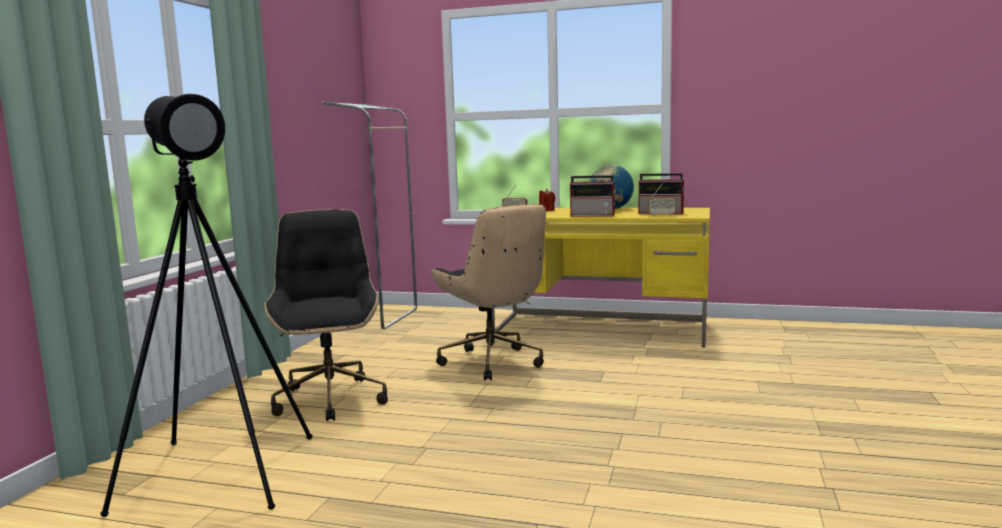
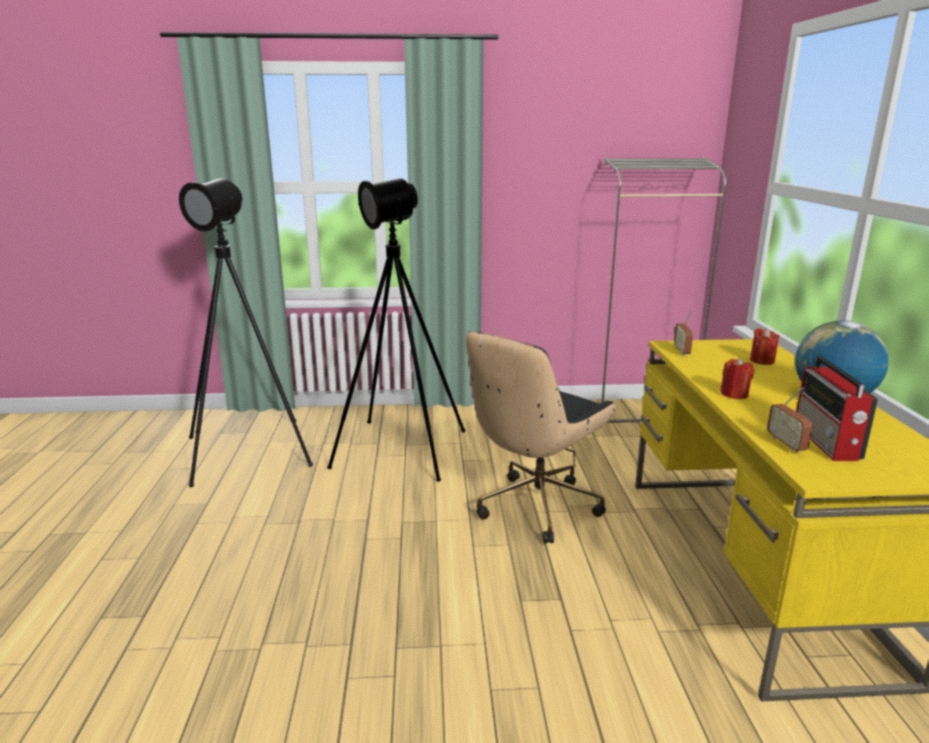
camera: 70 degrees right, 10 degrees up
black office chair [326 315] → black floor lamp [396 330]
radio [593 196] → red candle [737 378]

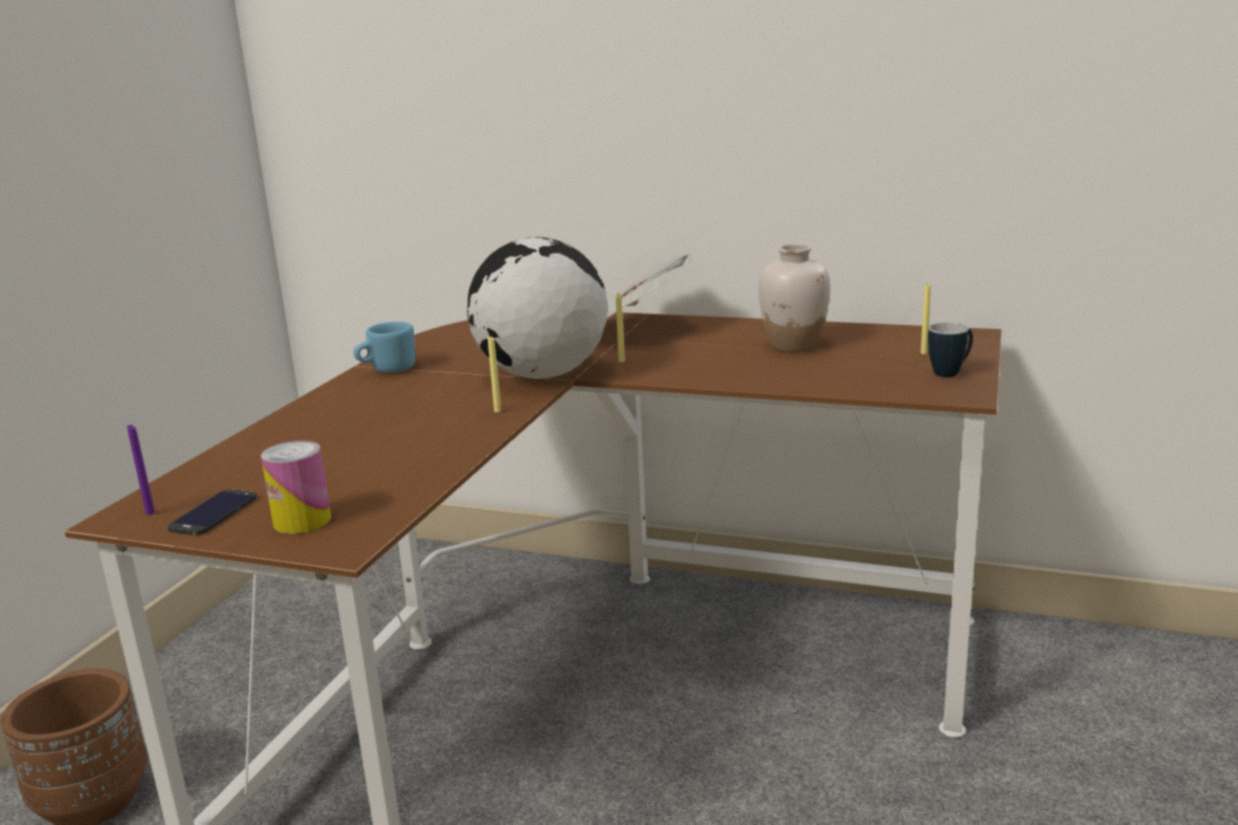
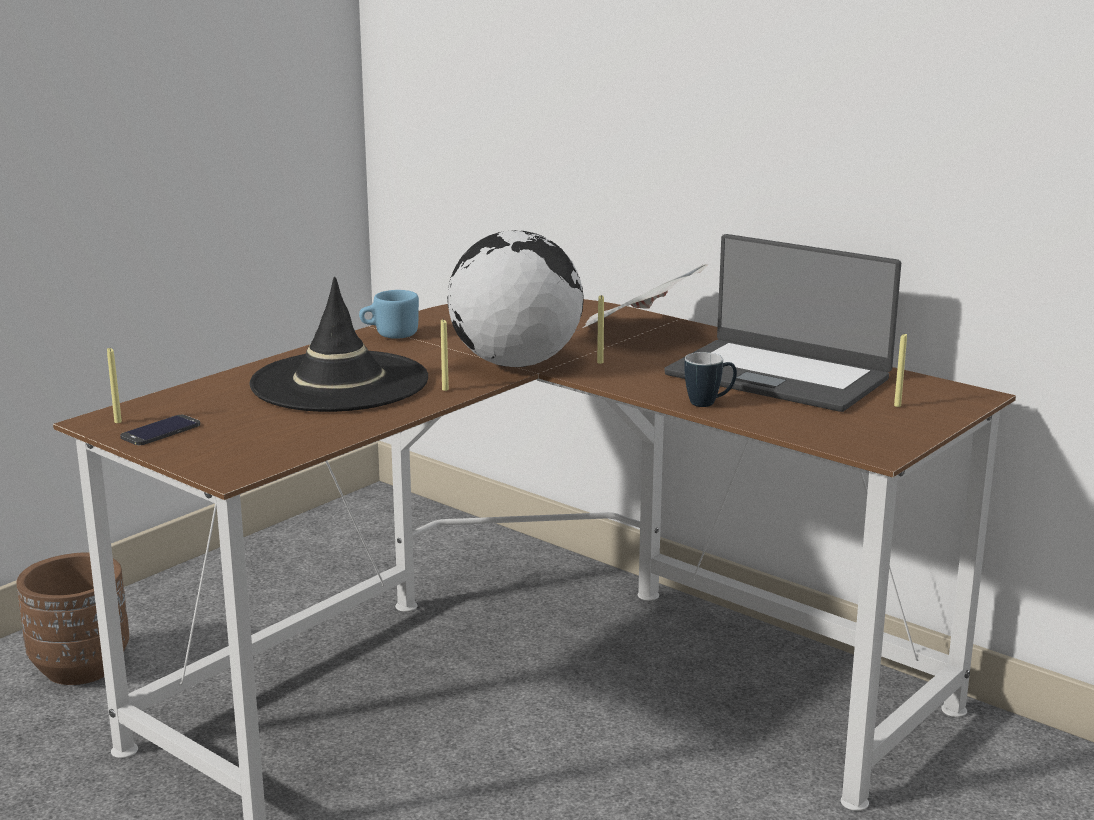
camera: 20 degrees right, 0 degrees up
can [296 487] → -
- → black hat [338 344]
mug [950 349] → mug [710 379], relocated
white vase [794 298] → laptop [783 323]
purple candle [141 470] → yellow candle [114 385]

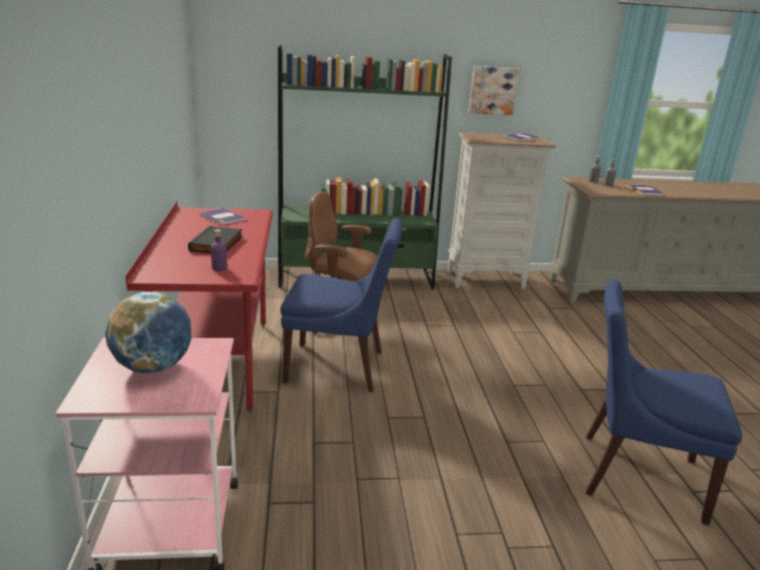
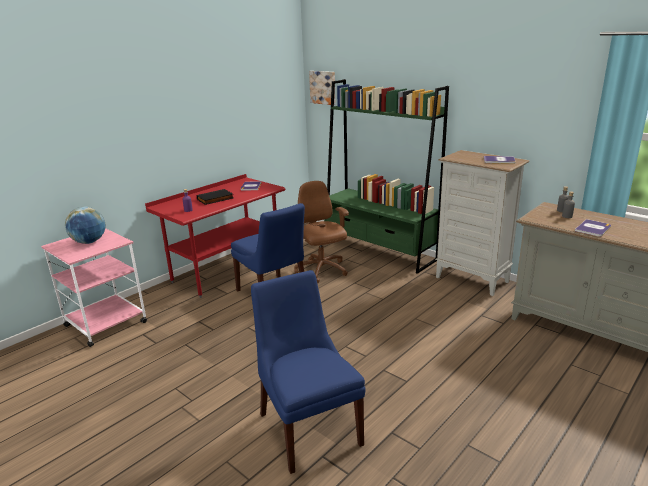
camera: 50 degrees right, 0 degrees up
picture [494 90] → picture [322 88], relocated

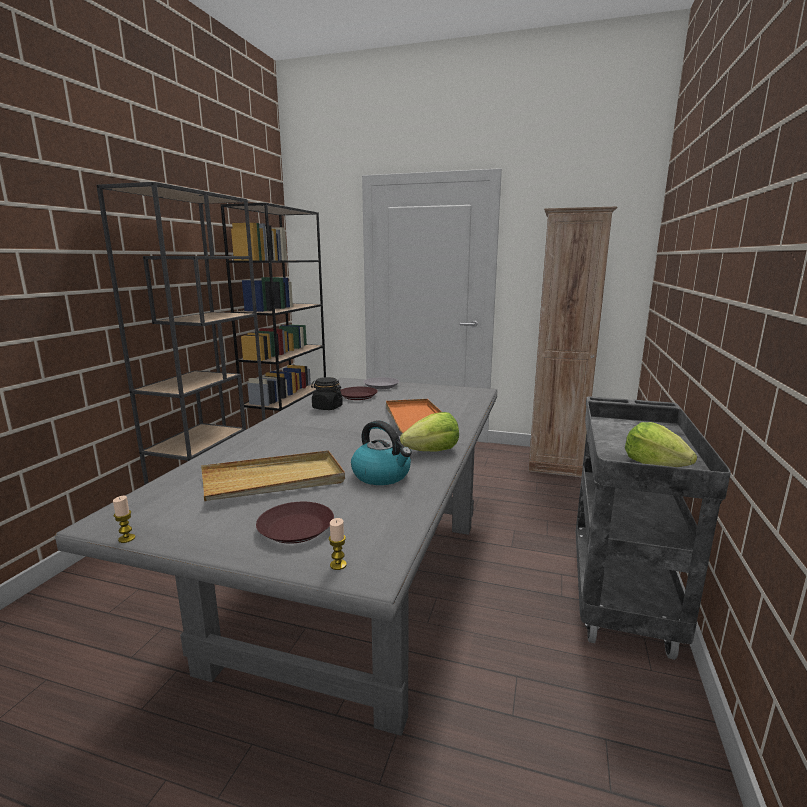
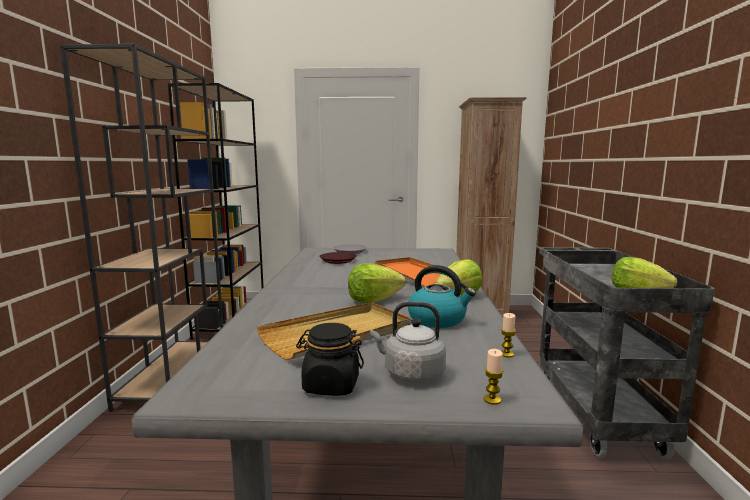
camera: 15 degrees left, 5 degrees down
- → lettuce [376 283]
candle [124 519] → candle [508 335], relocated
black jar [327 393] → black jar [330 359], relocated
brown plate [295 523] → grey kettle [408 342]

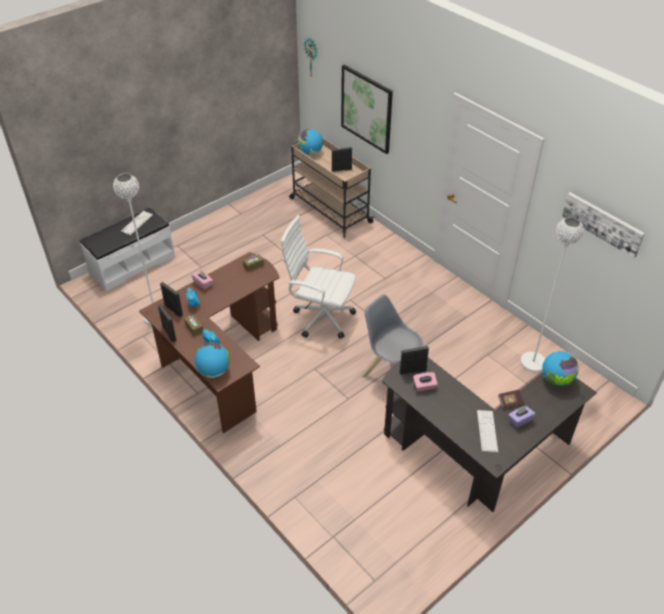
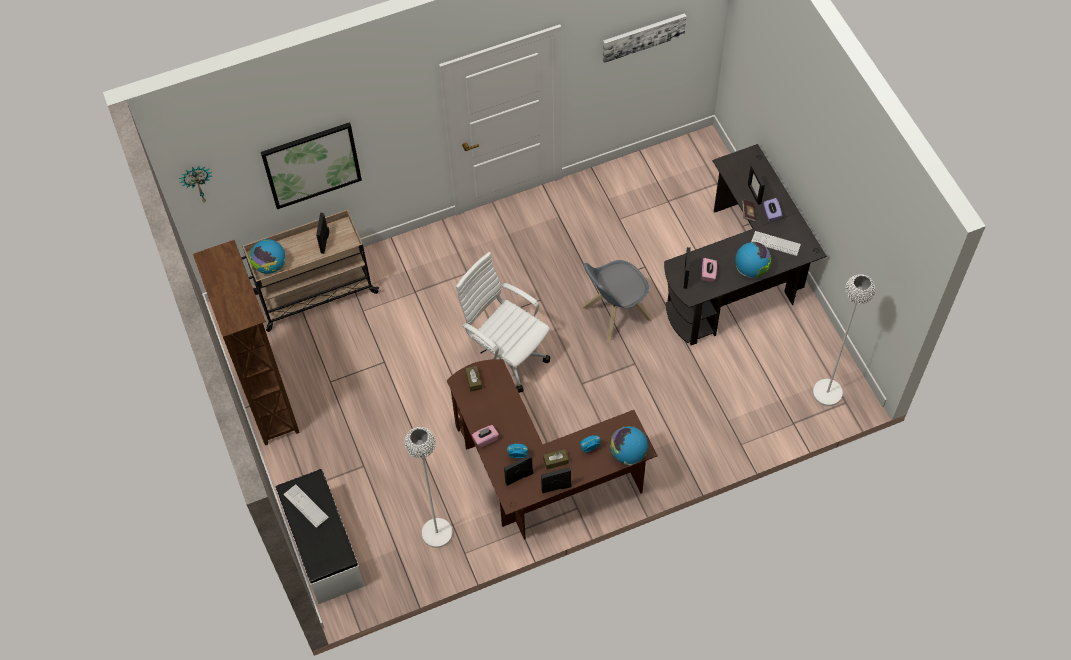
camera: 70 degrees left, 15 degrees up
- → brown bookcase [246 342]
- → picture frame [756 185]
white floor lamp [552 294] → white floor lamp [844 340], relocated
globe [560 368] → globe [753 260], relocated
white office chair [318 277] → white office chair [503 322], 90 degrees clockwise

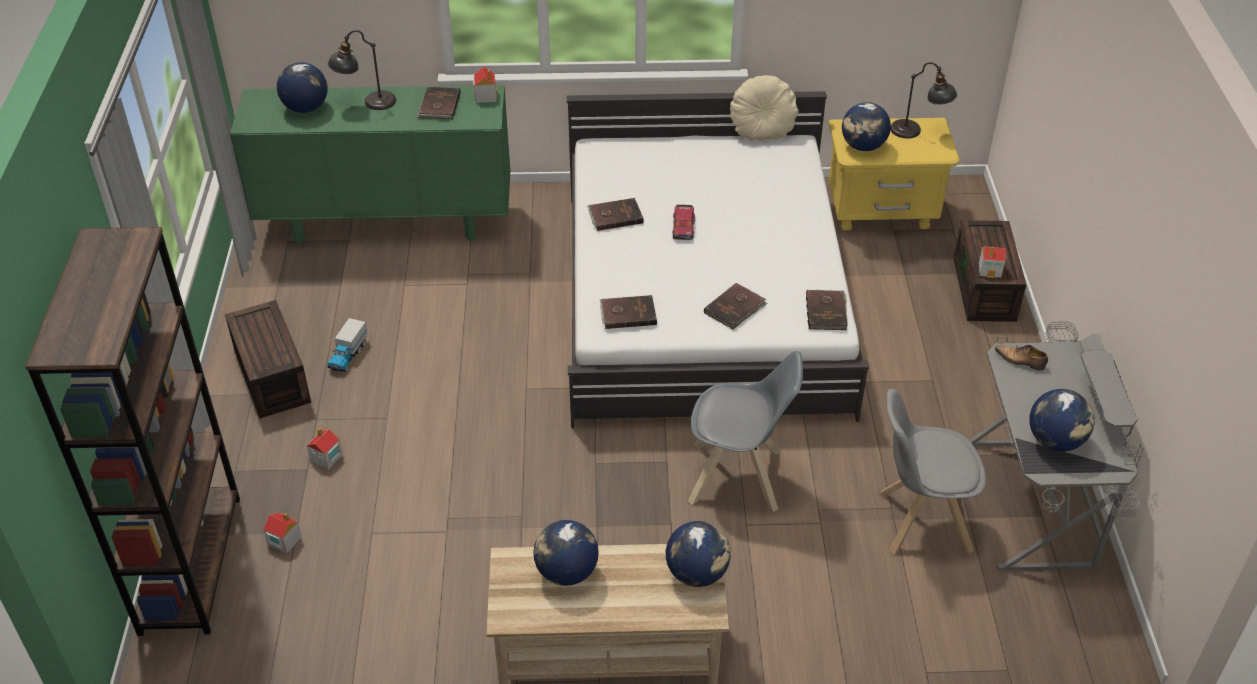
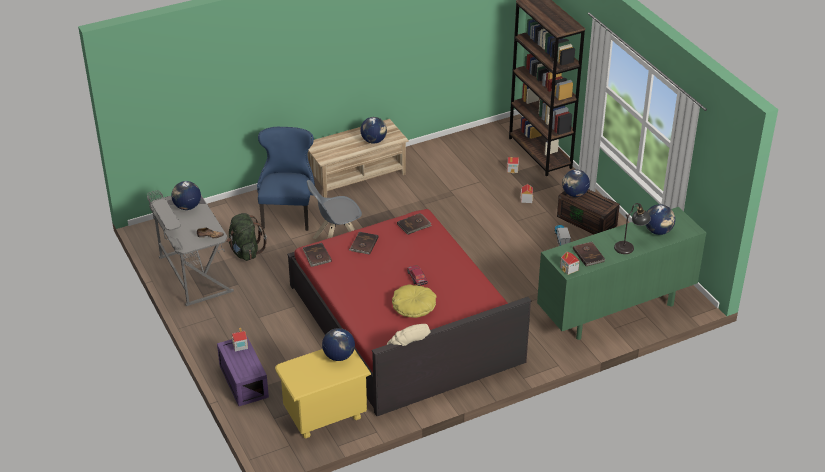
camera: 155 degrees right, 5 degrees down
brown book [615 214] → -
grey table lamp [924 100] → -
- → blue chair [286 179]
- → yellow pillow [414 301]
globe [698 554] → globe [576 183], relocated
grey chair [932 472] → green backpack [247 237]
white bed [718 259] → red bed [409 312]
brown storage box [989 271] → purple storage box [243 370]

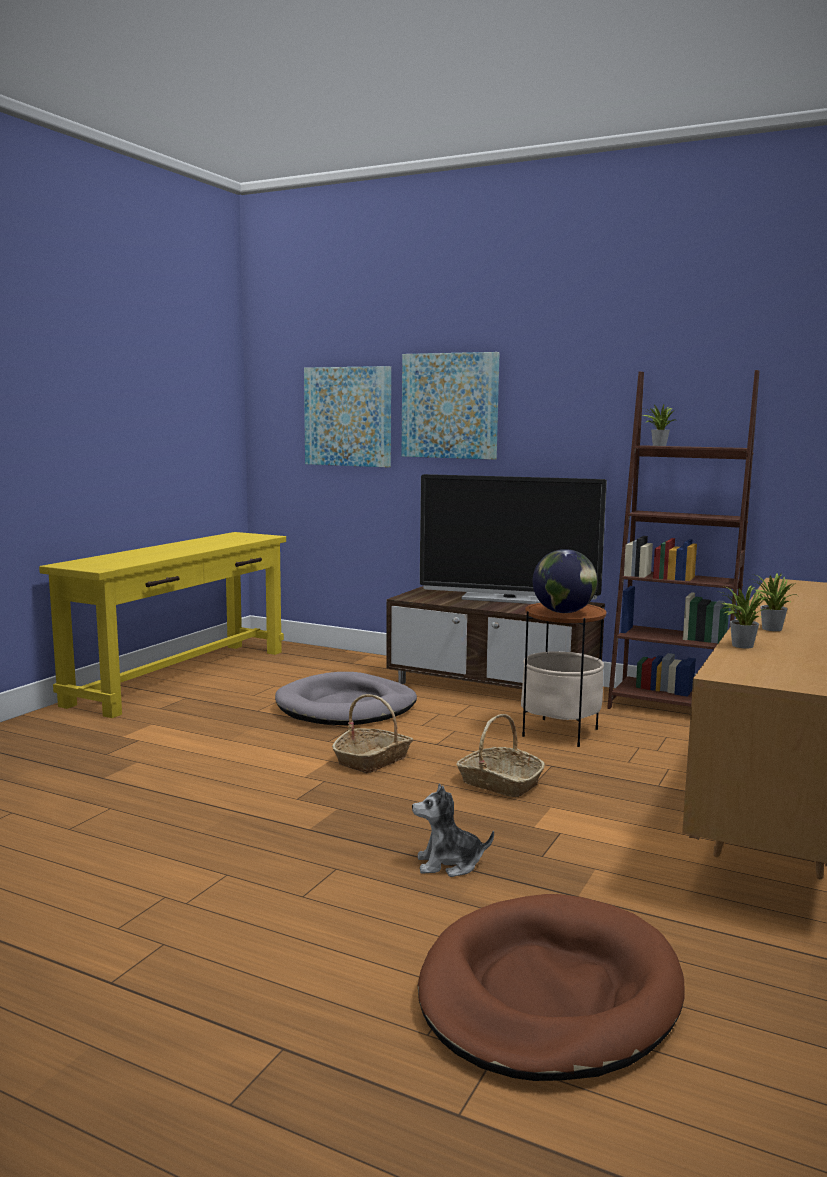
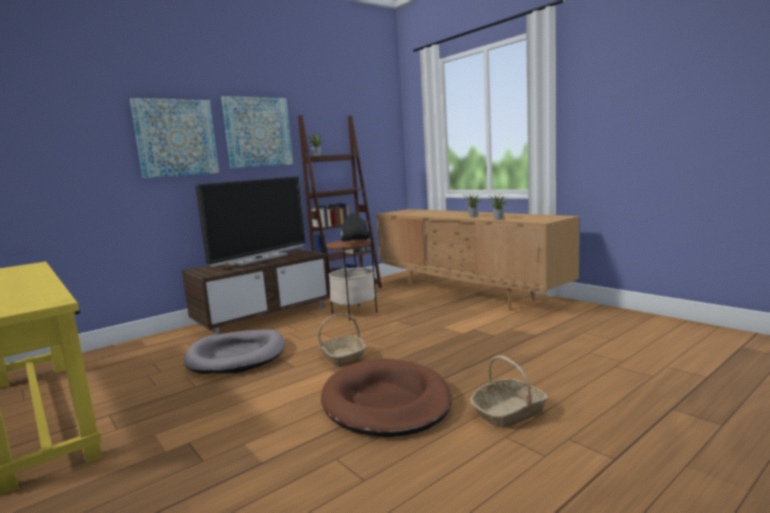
camera: 65 degrees left, 0 degrees up
plush toy [453 830] → -
picture [347 416] → picture [257 132], relocated
brown dog bed [551 987] → brown dog bed [386 397], relocated
basket [500 755] → basket [508 391], relocated
globe [565 581] → black hat [355 227]

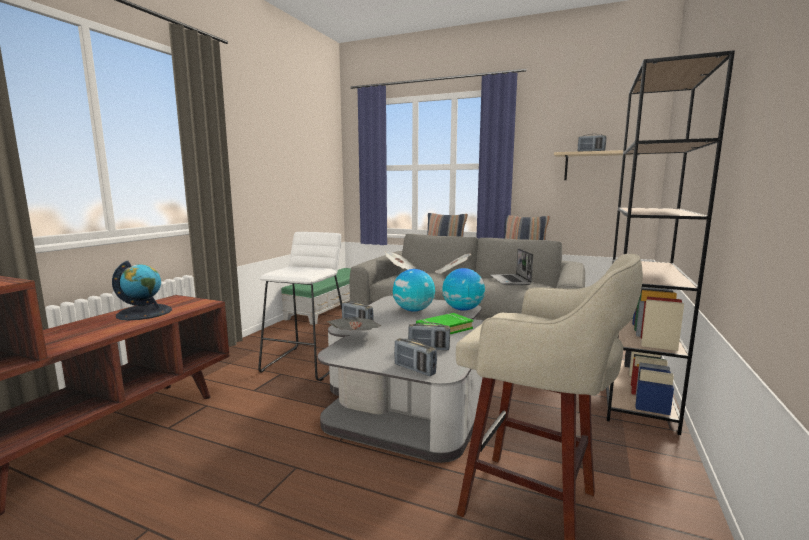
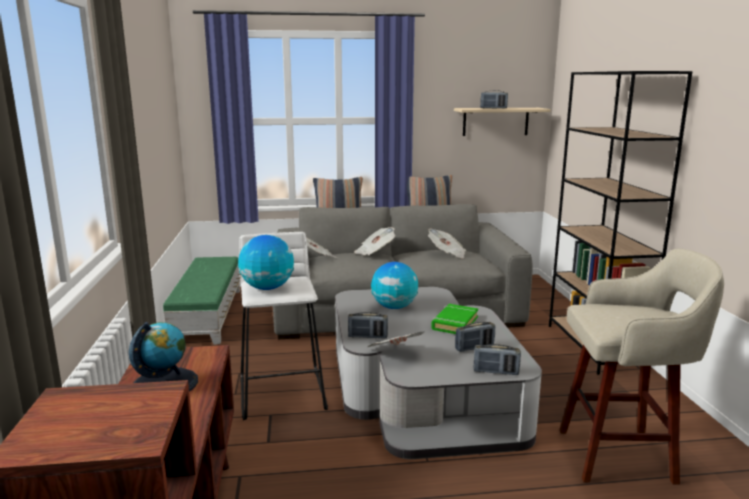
camera: 30 degrees left, 5 degrees up
globe [463 289] → globe [266 262], relocated
laptop [511 266] → newspaper [447 244]

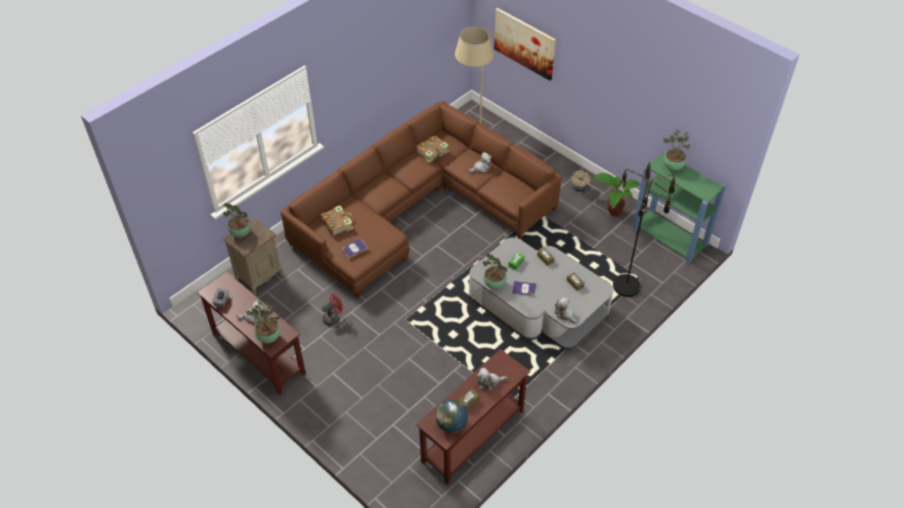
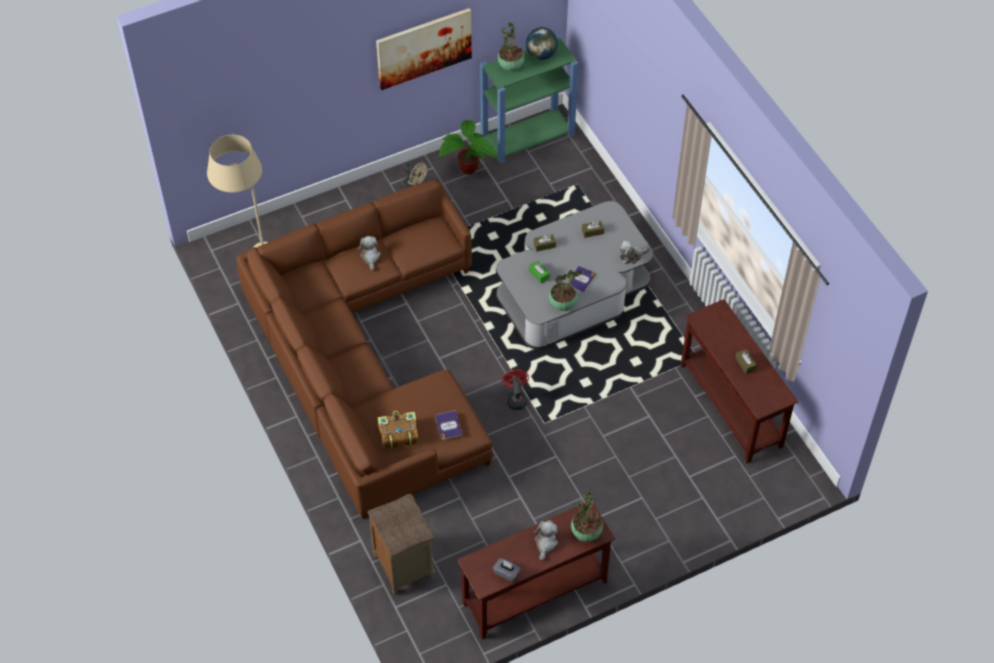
camera: 70 degrees left, 5 degrees up
potted plant [236 220] → -
book [432 149] → -
plush toy [491 379] → -
floor lamp [644 229] → -
red fan [332 310] → red fan [515 389], relocated
globe [451 416] → globe [542 43], relocated
picture [525 44] → picture [424 49], relocated

